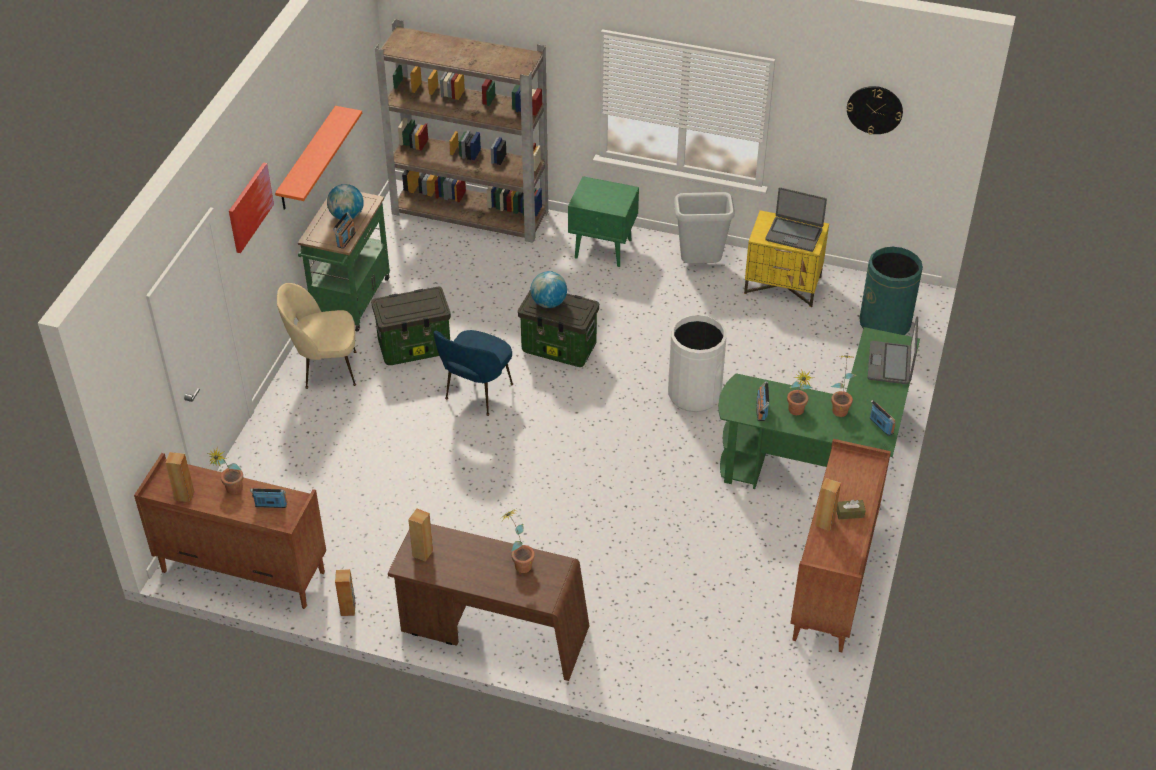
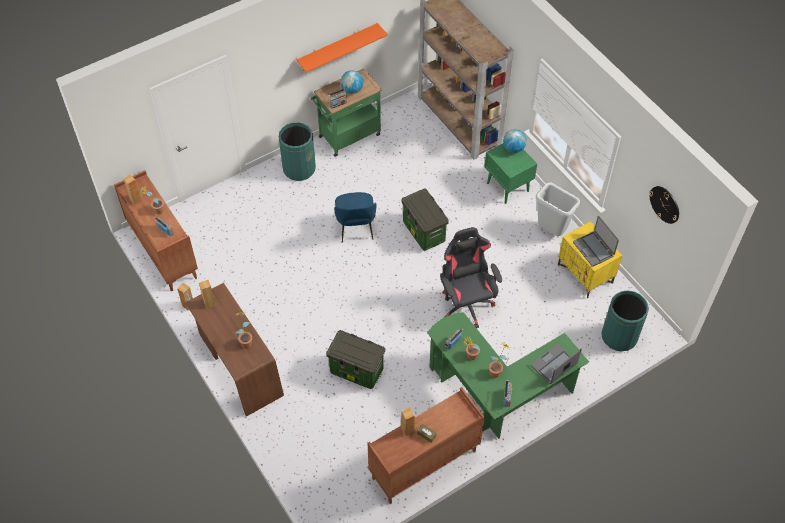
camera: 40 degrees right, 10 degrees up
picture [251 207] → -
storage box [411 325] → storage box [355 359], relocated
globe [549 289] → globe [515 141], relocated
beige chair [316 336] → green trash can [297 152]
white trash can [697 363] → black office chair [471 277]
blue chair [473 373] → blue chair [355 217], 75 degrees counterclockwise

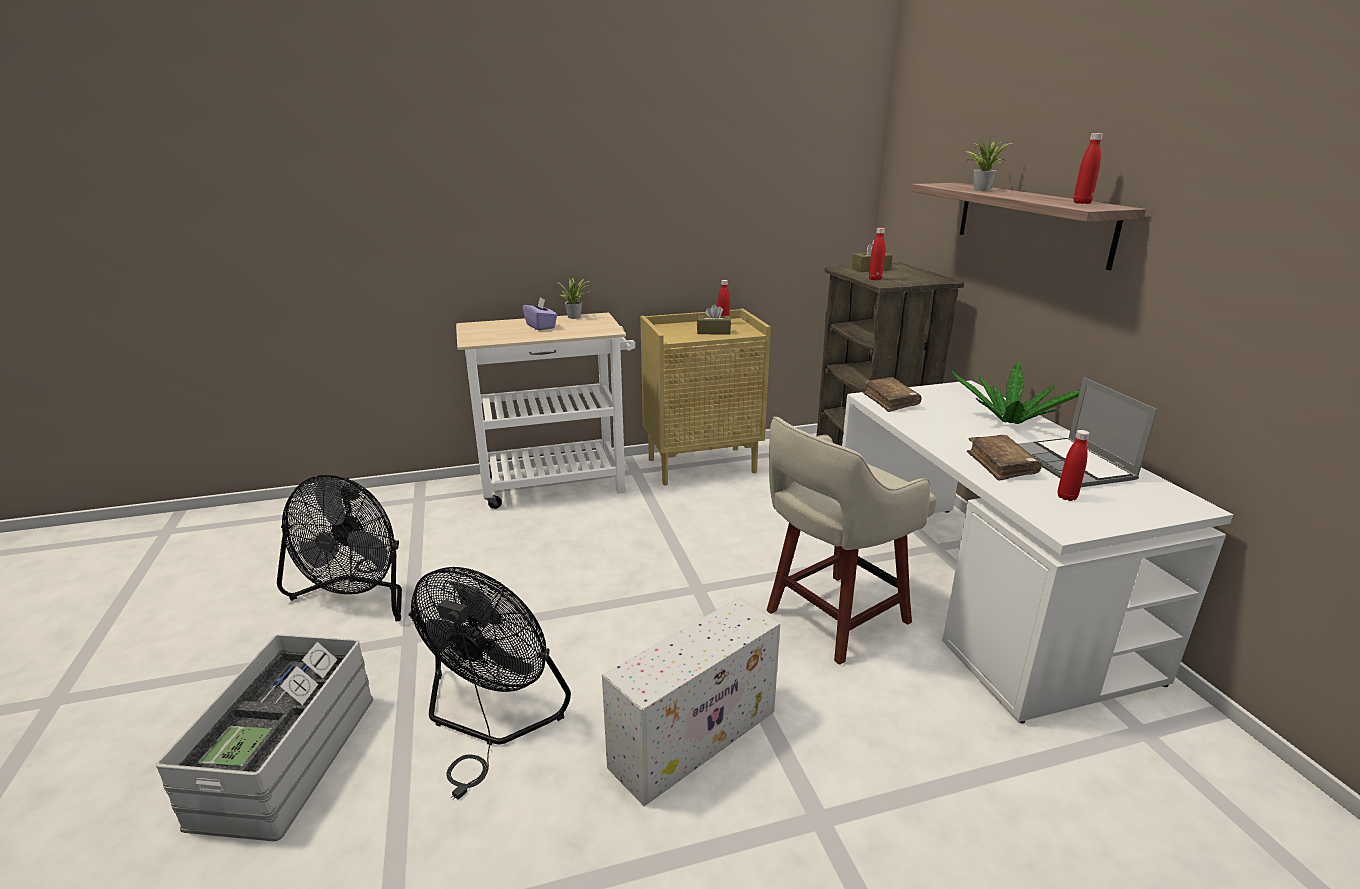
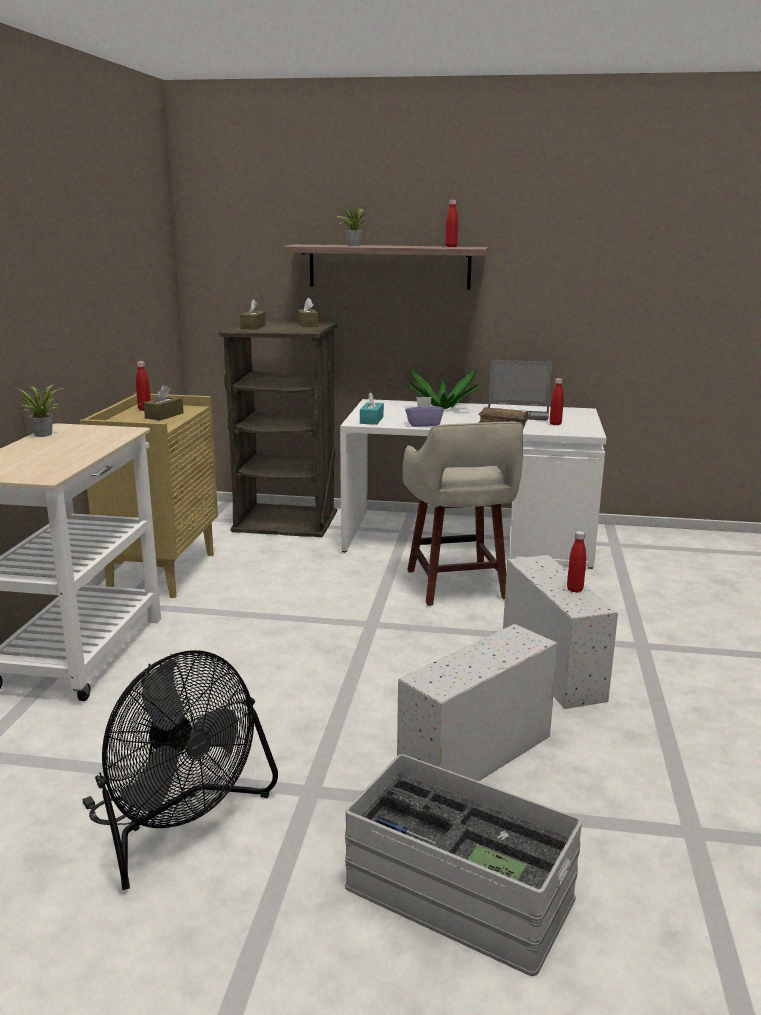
camera: 65 degrees left, 5 degrees down
- → brown tissue box [307 312]
purple tissue box [539 314] → purple tissue box [424 412], relocated
red bottle [877 254] → red bottle [576 562], relocated
black fan [490 683] → white storage box [477 703]
brown book [892 394] → turquoise tissue box [372 408]

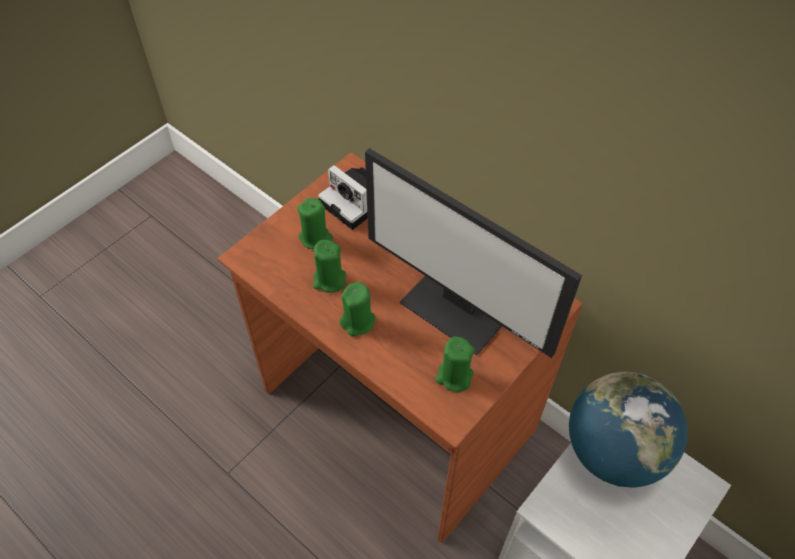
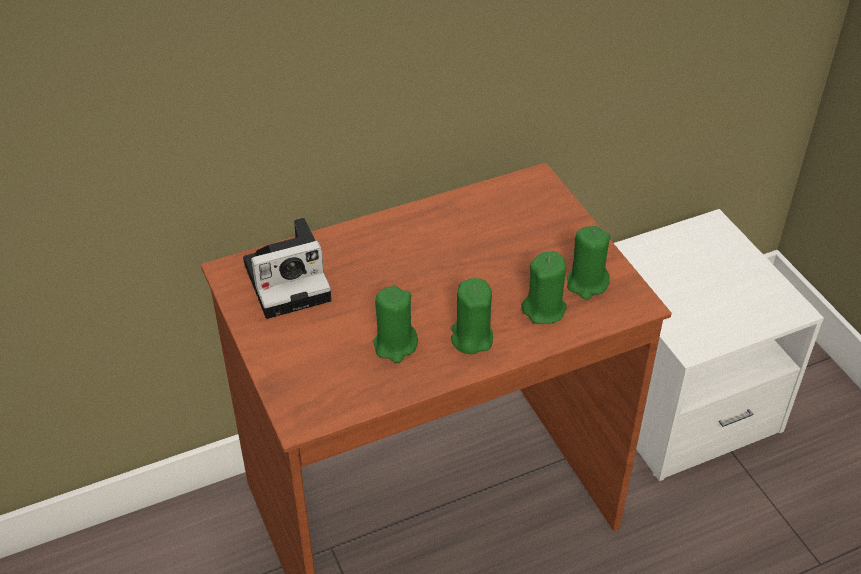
camera: 65 degrees left, 10 degrees down
monitor [473 253] → -
globe [628 430] → -
green candle [315 223] → green candle [544 287], relocated

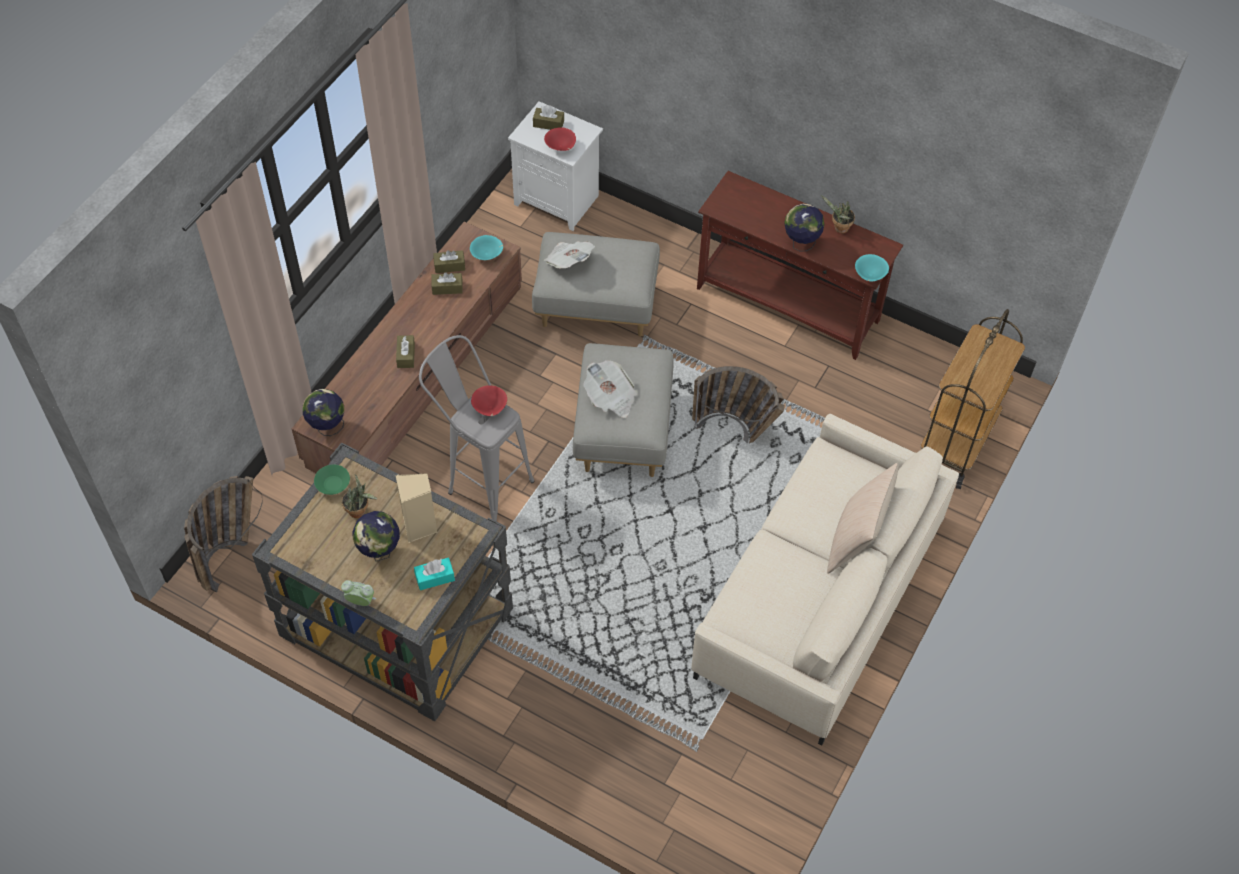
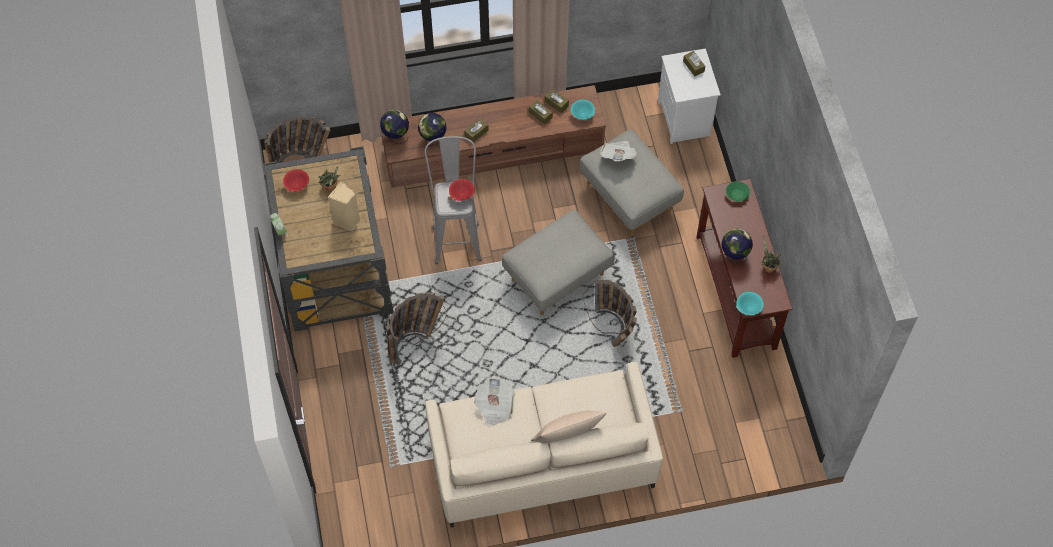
camera: 50 degrees right, 5 degrees up
turquoise tissue box [434 573] → -
brown cart [972 399] → -
- → basket [417 328]
green bowl [332 480] → green bowl [738 191], relocated
globe [376 536] → globe [432 129], relocated
red bowl [560 139] → red bowl [296 180], relocated
newspaper [610 389] → newspaper [494 402], relocated

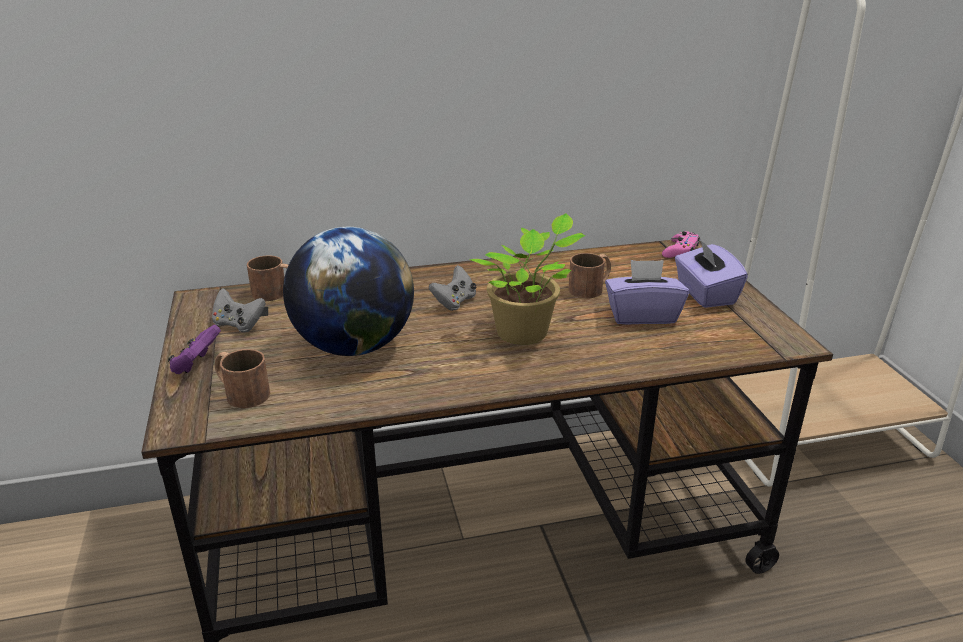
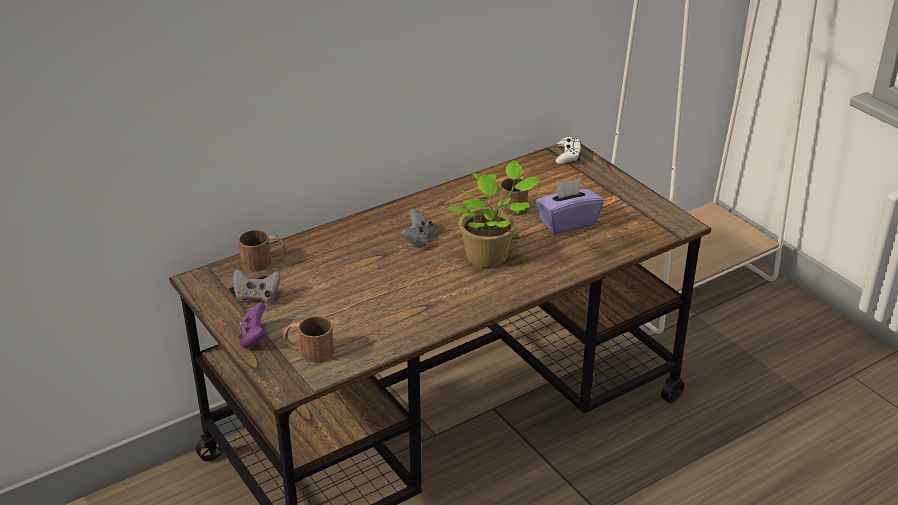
camera: 20 degrees left, 5 degrees up
globe [348 291] → -
purple tissue box [711 273] → -
pink game controller [681 244] → white game controller [568 150]

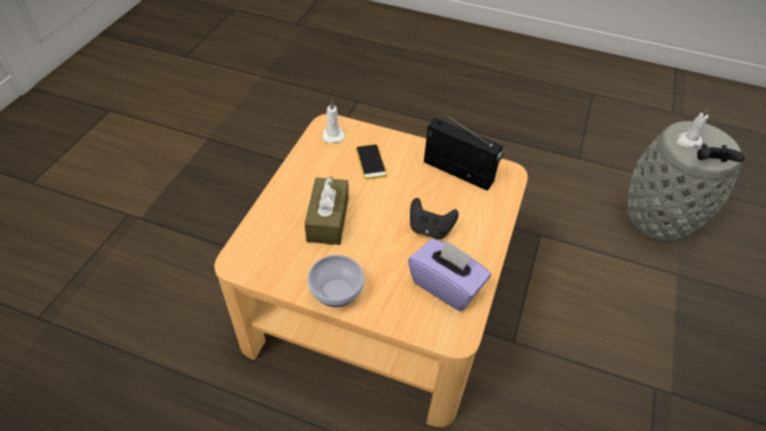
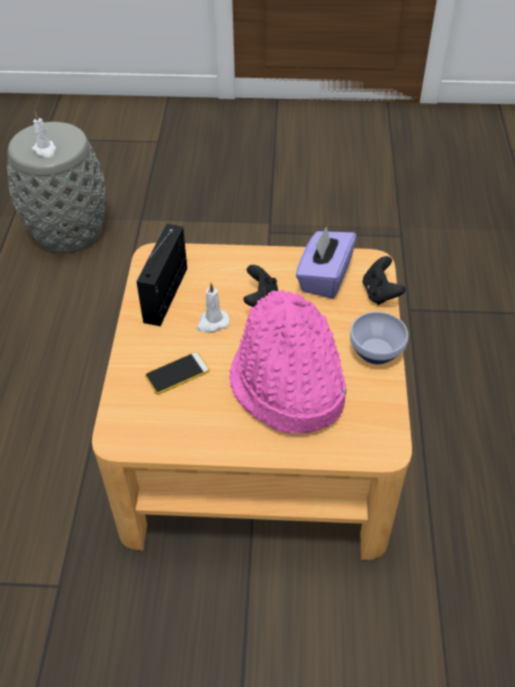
camera: 105 degrees left, 0 degrees up
white candle [333 121] → white candle [213 307], relocated
black game controller [721 153] → black game controller [384 280], relocated
brown tissue box [327 211] → pink hat [288 362]

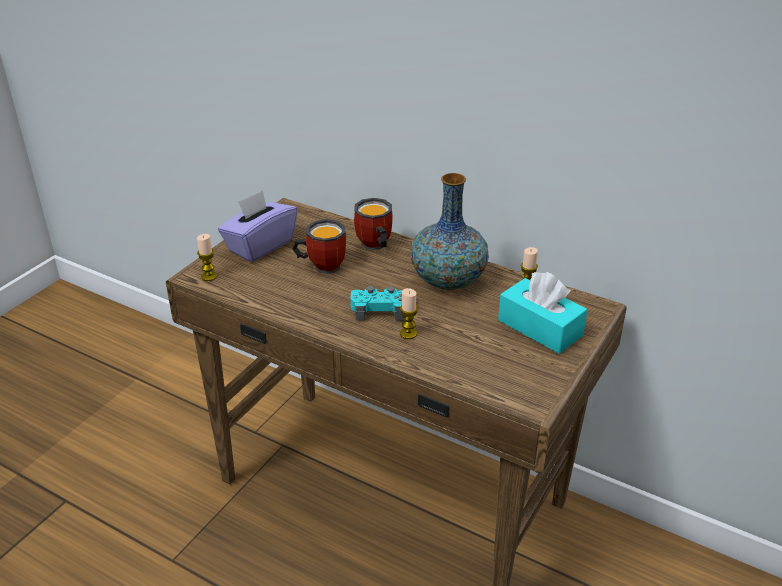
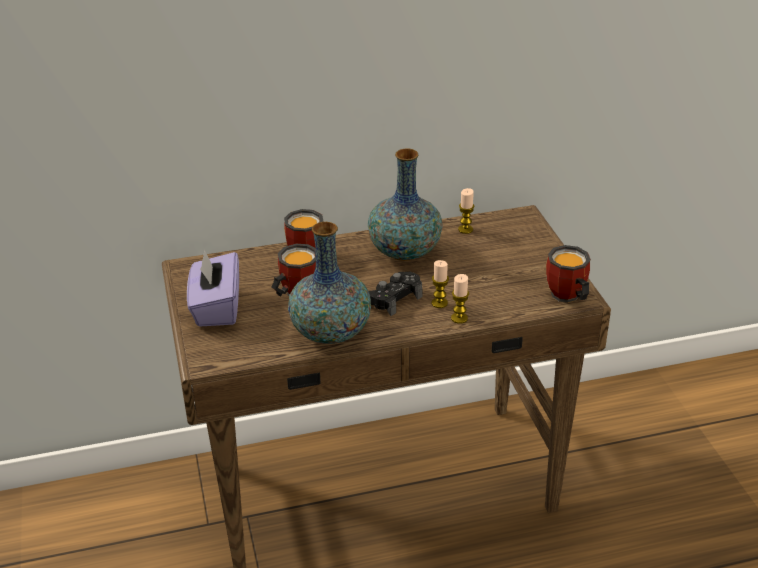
camera: 45 degrees left, 0 degrees up
turquoise tissue box [543 313] → -
- → vase [329 283]
- → mug [568 274]
candle [207 257] → candle [460 299], relocated
turquoise game controller [377 303] → black game controller [396 293]

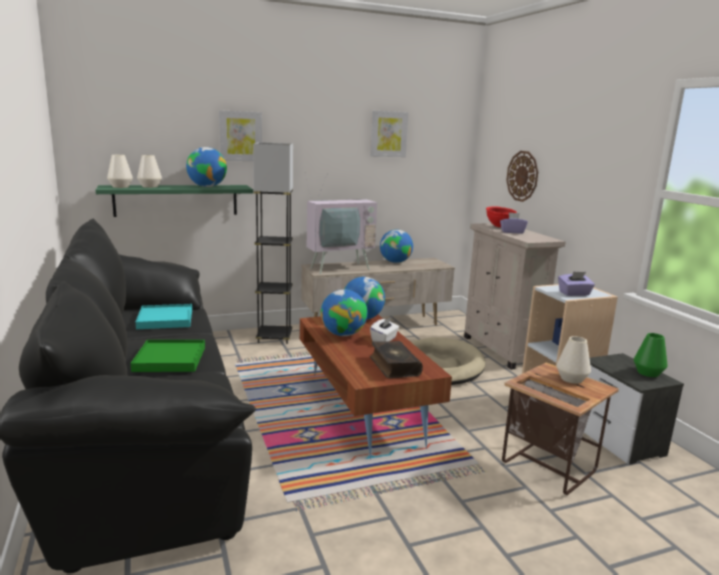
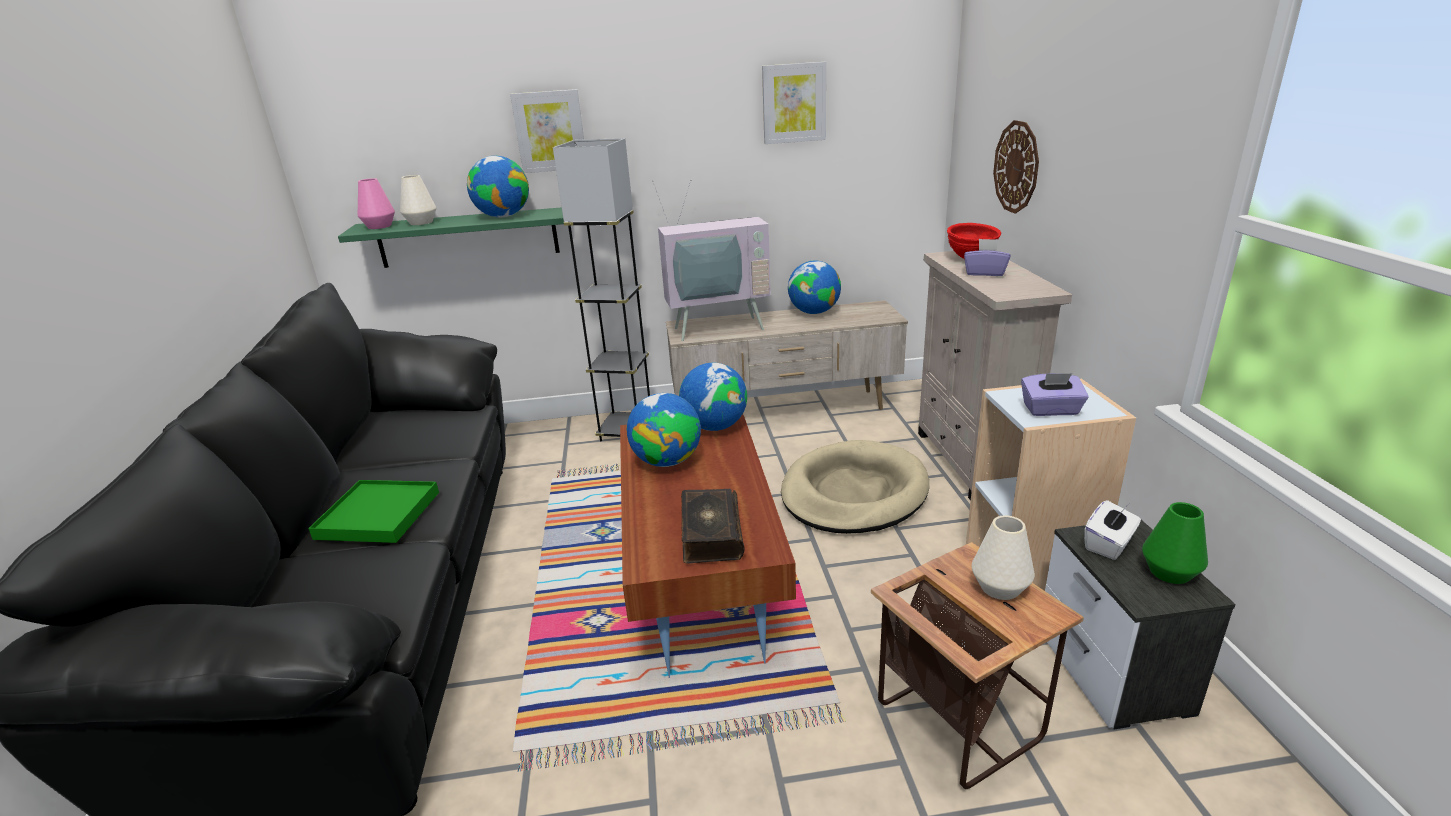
camera: 15 degrees right, 10 degrees up
turquoise tray [164 316] → -
white tissue box [384 329] → white tissue box [1112 530], relocated
white vase [120 171] → pink vase [376 203]

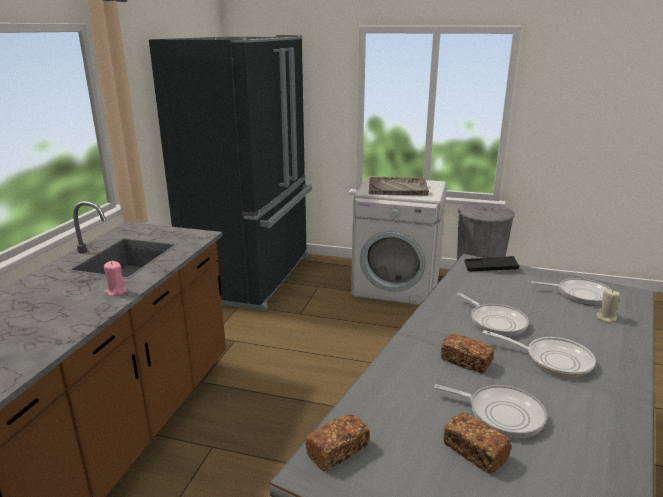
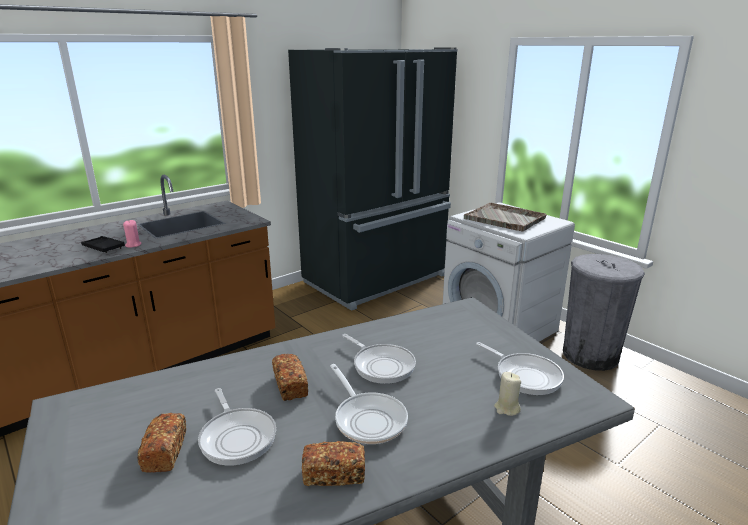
camera: 35 degrees right, 0 degrees up
bread [337 442] → bread [333 463], relocated
black tray [492 263] → black tray [103 244], relocated
frying pan [493 315] → frying pan [379 359], 45 degrees counterclockwise

